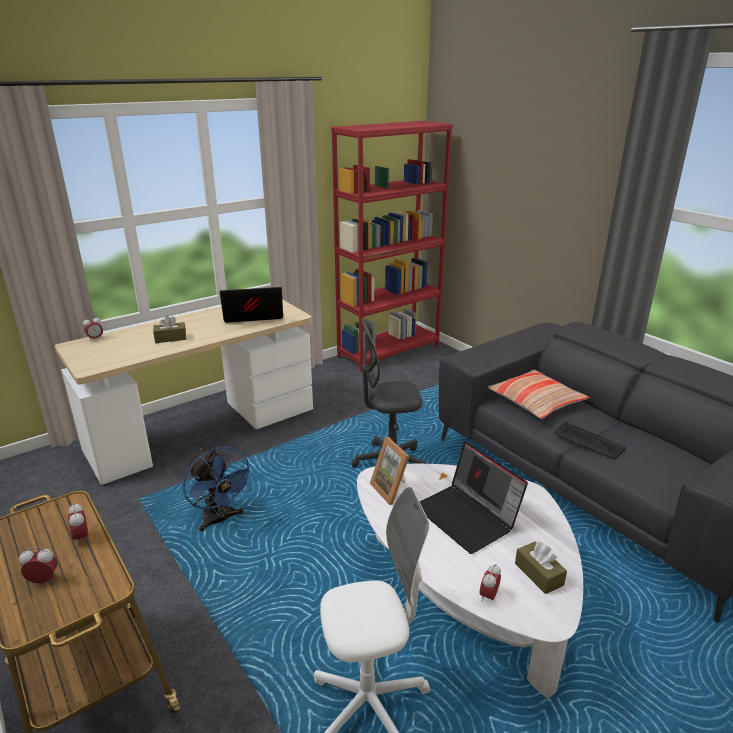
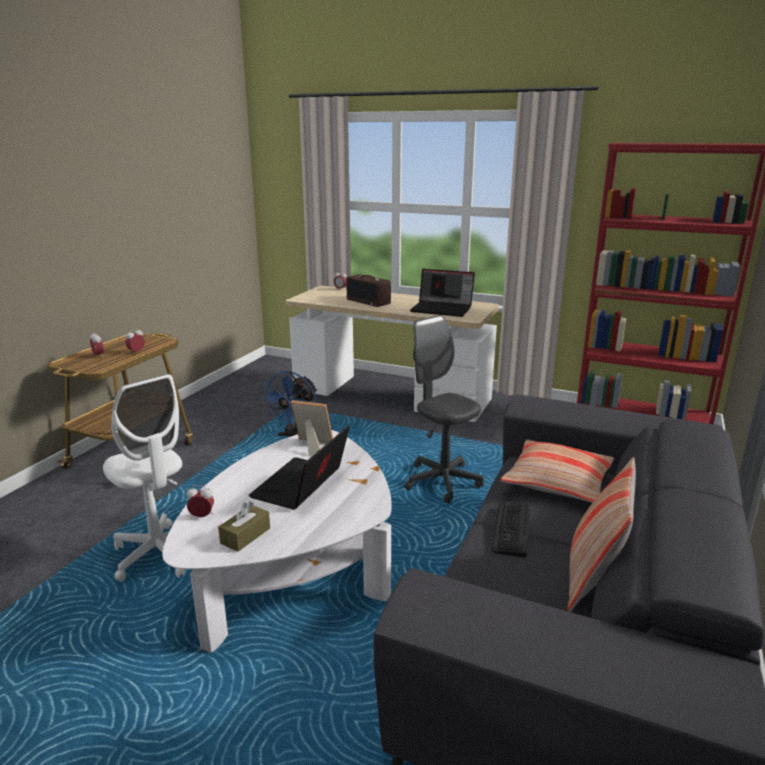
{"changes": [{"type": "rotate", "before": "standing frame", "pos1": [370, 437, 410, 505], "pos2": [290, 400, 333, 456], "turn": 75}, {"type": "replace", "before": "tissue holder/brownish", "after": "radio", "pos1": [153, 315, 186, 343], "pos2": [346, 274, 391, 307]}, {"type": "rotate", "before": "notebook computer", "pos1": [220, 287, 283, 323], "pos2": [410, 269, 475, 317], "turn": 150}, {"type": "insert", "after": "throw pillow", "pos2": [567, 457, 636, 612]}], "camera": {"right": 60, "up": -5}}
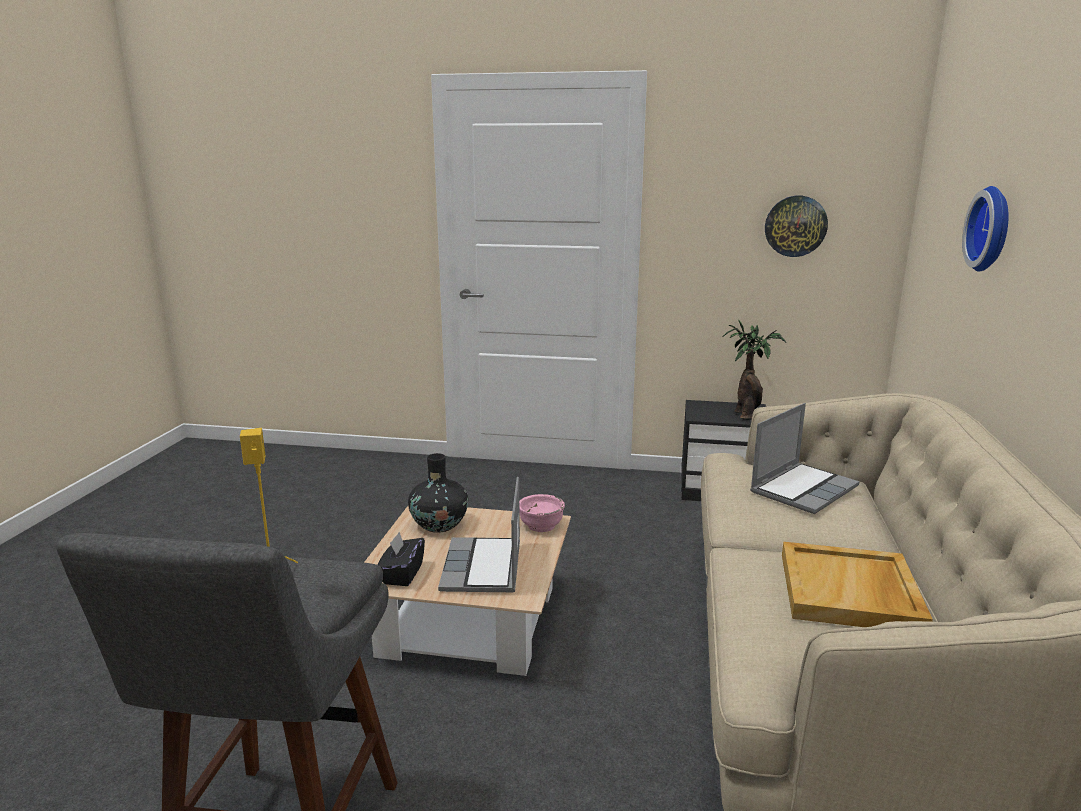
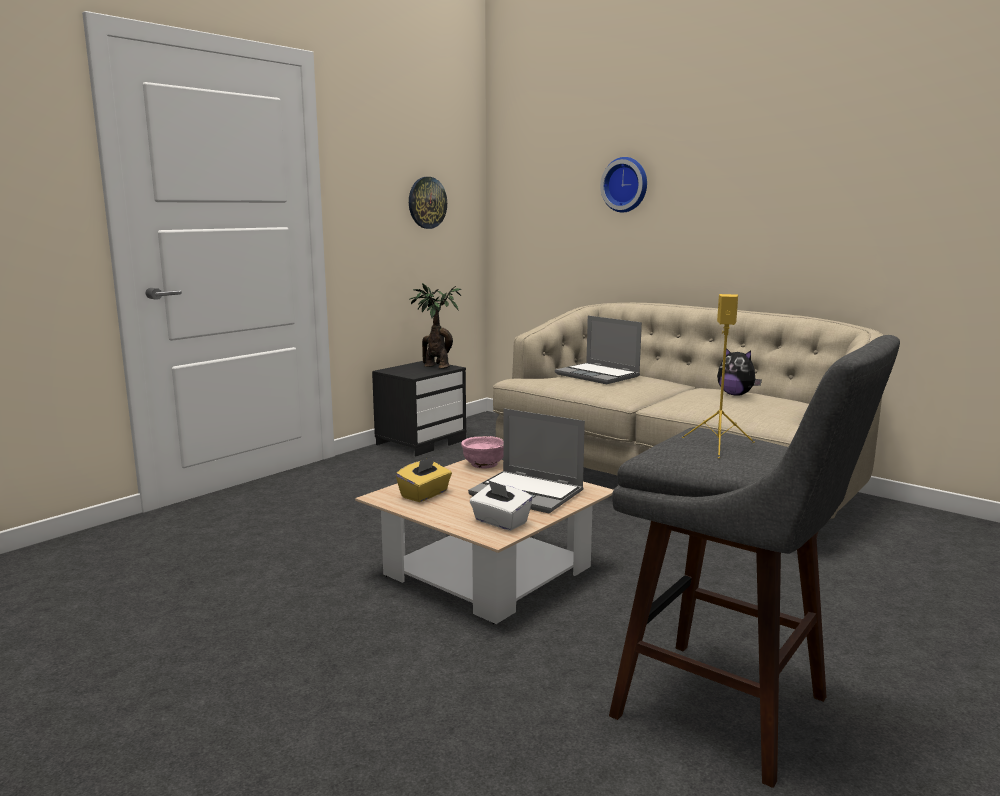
{"changes": [{"type": "replace", "before": "vase/black-coloured", "after": "tissue holder/yellow", "pos1": [408, 453, 468, 533], "pos2": [396, 456, 452, 502]}, {"type": "recolor", "before": "tissue holder/black-coloured", "after": "tissue holder/white-coloured", "pos1": [378, 532, 425, 586], "pos2": [469, 480, 533, 531]}, {"type": "rotate", "before": "notebook computer", "pos1": [750, 403, 859, 514], "pos2": [555, 316, 642, 384], "turn": 150}, {"type": "replace", "before": "carrying tray/sand-coloured", "after": "plush toy", "pos1": [782, 542, 933, 627], "pos2": [717, 348, 762, 396]}], "camera": {"right": -60, "up": -5}}
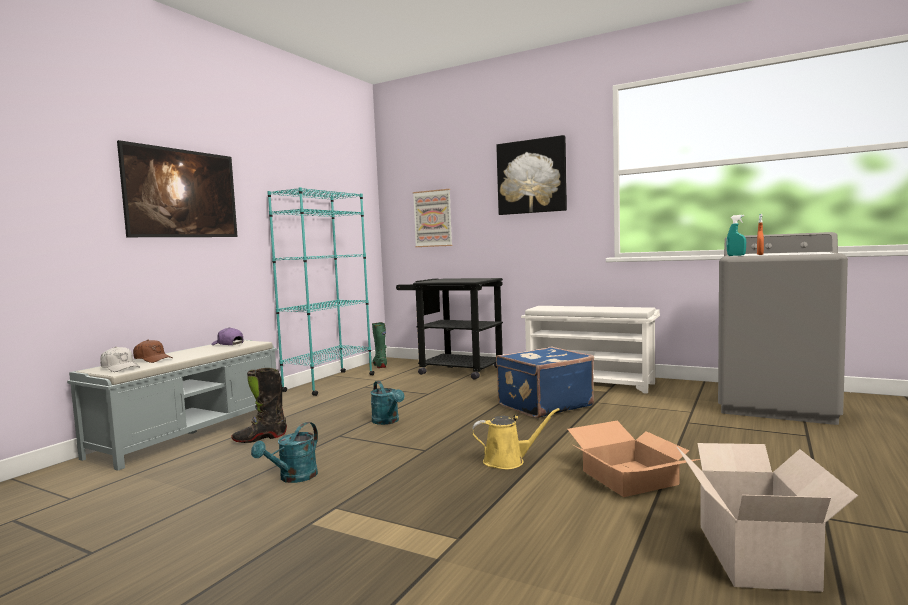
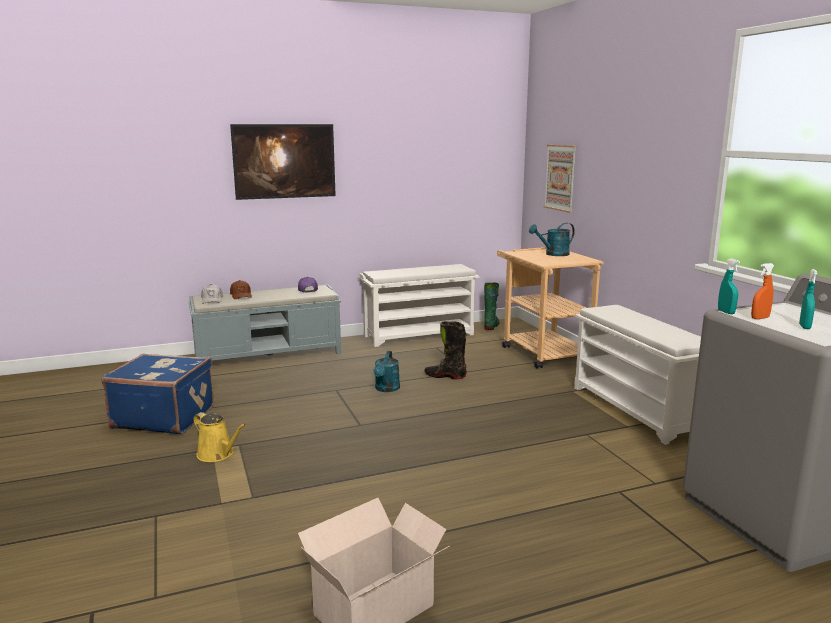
{"changes": [{"type": "move", "before": "piece of luggage/blue-coloured", "pos1": [496, 347, 594, 418], "pos2": [101, 353, 214, 434]}, {"type": "move", "before": "sprinkling can/yellow", "pos1": [472, 408, 560, 469], "pos2": [193, 412, 246, 462]}, {"type": "replace", "before": "bookshelf/turquoise", "after": "shoe stand/white-coloured", "pos1": [267, 187, 375, 396], "pos2": [359, 264, 480, 347]}, {"type": "move", "before": "tall boot/black-coloured", "pos1": [231, 368, 287, 443], "pos2": [424, 321, 467, 380]}, {"type": "recolor", "before": "cart/black-coloured", "after": "cart/sand-coloured", "pos1": [396, 278, 503, 379], "pos2": [497, 247, 604, 368]}, {"type": "move", "before": "sprinkling can/turquoise", "pos1": [251, 422, 318, 483], "pos2": [529, 223, 575, 256]}, {"type": "insert", "after": "spray bottle/turquoise", "pos2": [799, 269, 818, 329]}, {"type": "delete", "before": "wall art", "pos1": [496, 135, 567, 215]}, {"type": "delete", "before": "cardboard box", "pos1": [567, 421, 700, 497]}], "camera": {"right": 40, "up": 10}}
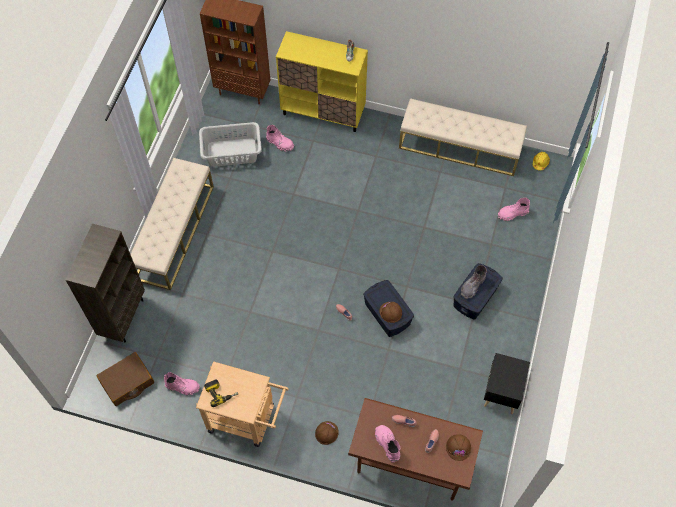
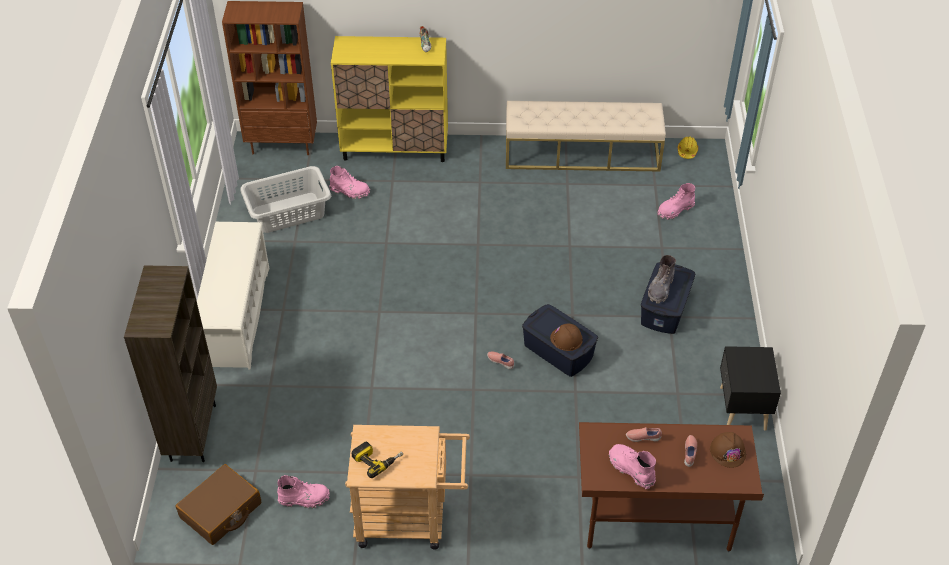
{"changes": [{"type": "replace", "before": "indoor bench/sand-coloured", "after": "shoe stand/white-coloured", "pos1": [130, 158, 214, 290], "pos2": [197, 222, 269, 370]}, {"type": "delete", "before": "safety helmet/brownish", "pos1": [315, 421, 339, 445]}], "camera": {"right": -15, "up": -15}}
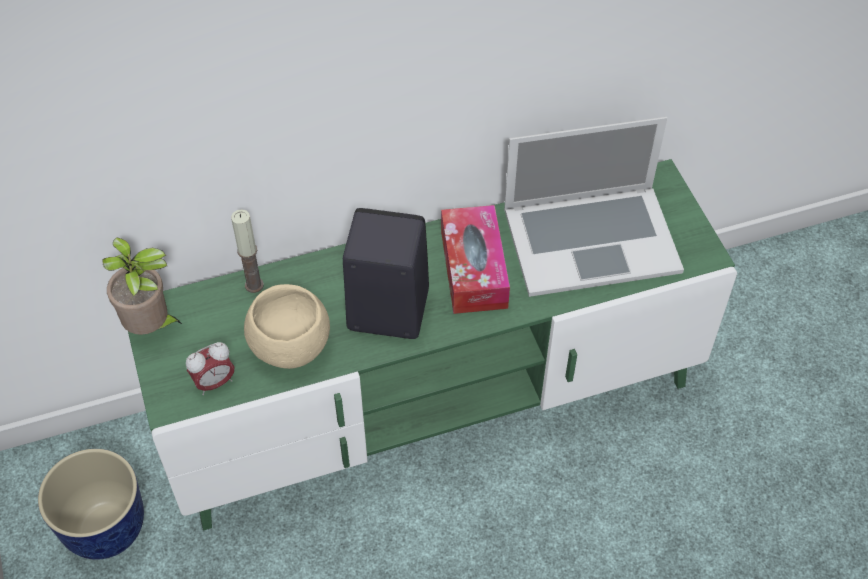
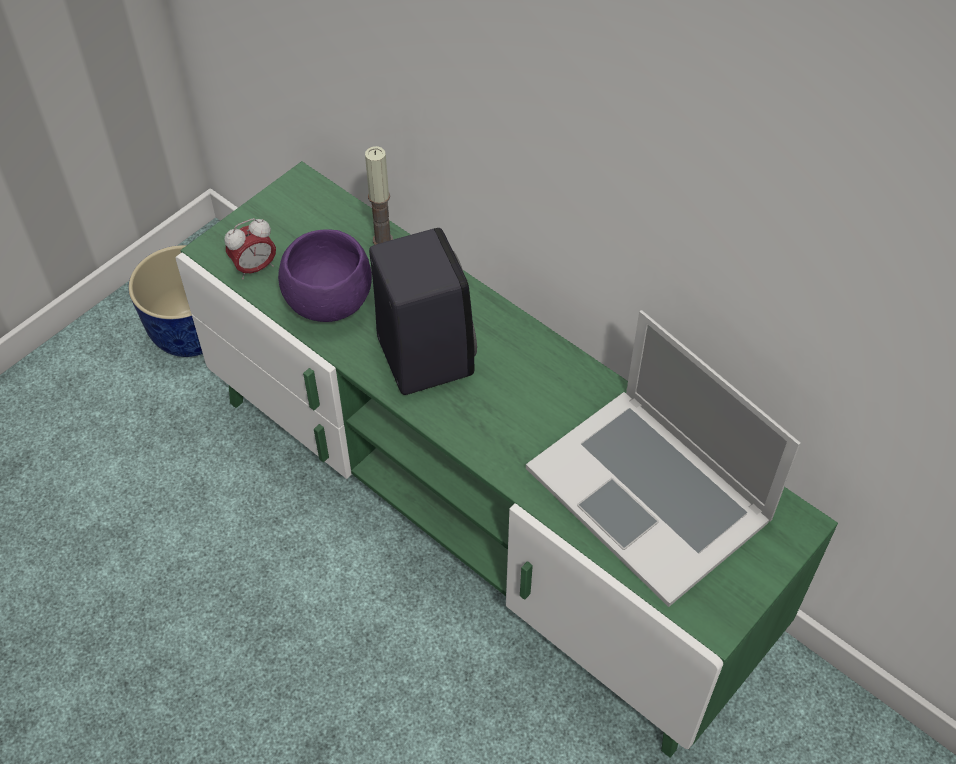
{"changes": [{"type": "rotate", "before": "alarm clock", "pos1": [186, 342, 234, 395], "pos2": [224, 218, 276, 280], "turn": -60}, {"type": "recolor", "before": "serving bowl/sand-coloured", "after": "serving bowl/purple-coloured", "pos1": [244, 284, 330, 369], "pos2": [278, 229, 372, 322]}, {"type": "delete", "before": "potted plant", "pos1": [102, 237, 183, 335]}, {"type": "delete", "before": "tissue holder", "pos1": [441, 205, 510, 314]}], "camera": {"right": 60, "up": 0}}
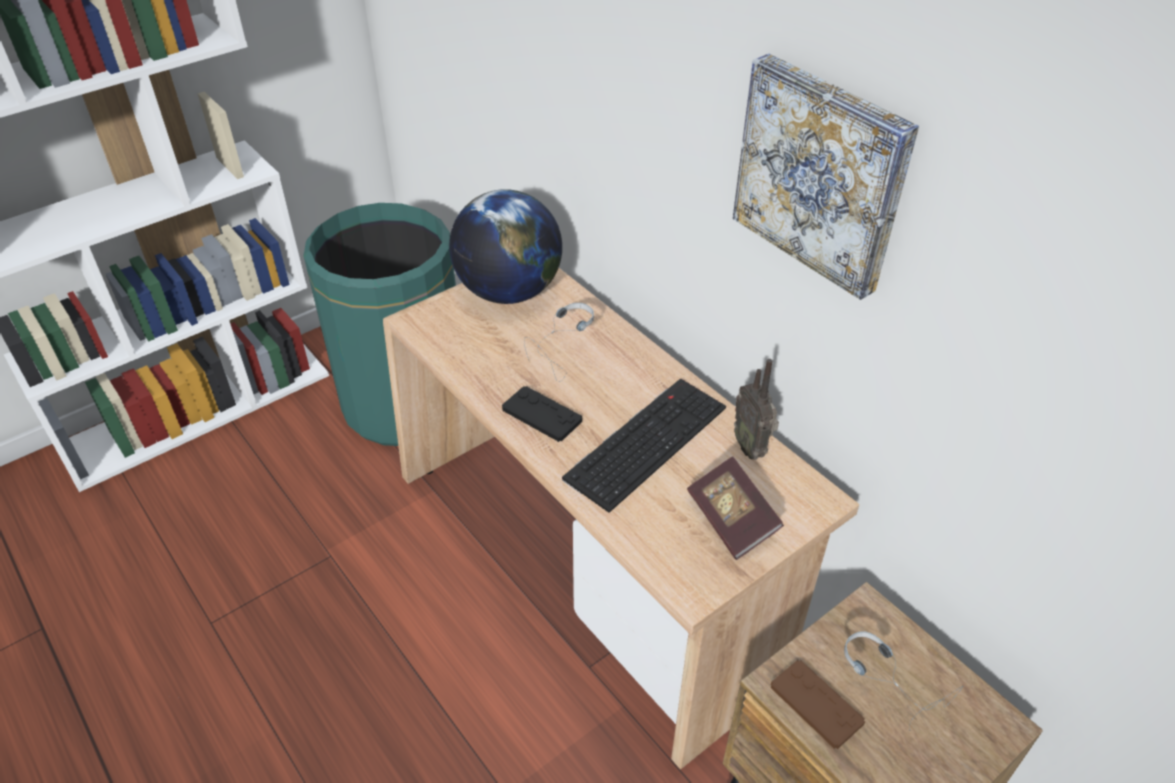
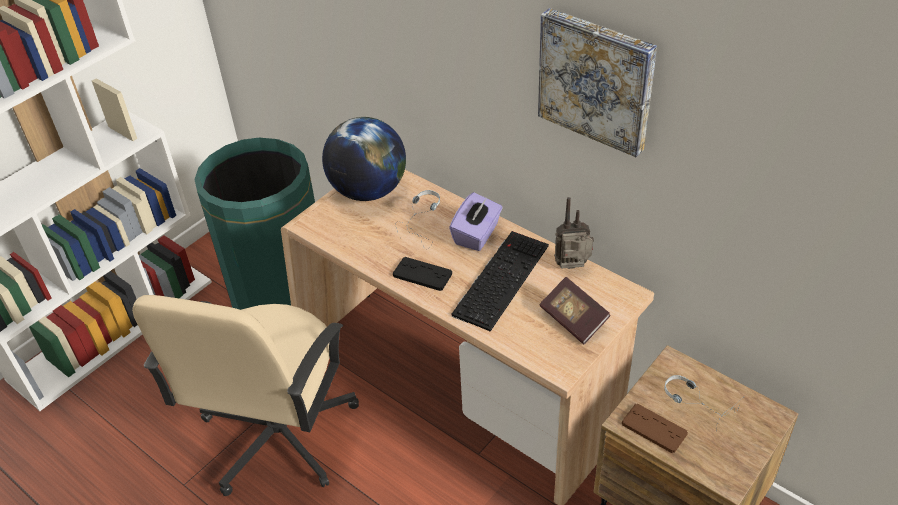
{"changes": [{"type": "insert", "after": "office chair/sand-coloured", "pos2": [132, 295, 359, 496]}, {"type": "insert", "after": "tissue holder/purple-coloured", "pos2": [449, 192, 503, 251]}, {"type": "rotate", "before": "radio", "pos1": [734, 359, 779, 459], "pos2": [554, 197, 594, 269], "turn": 120}], "camera": {"right": -10, "up": 0}}
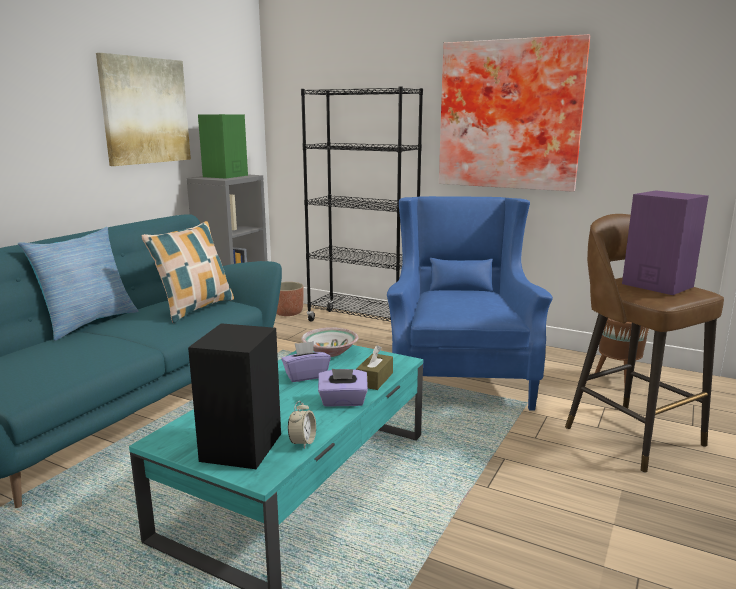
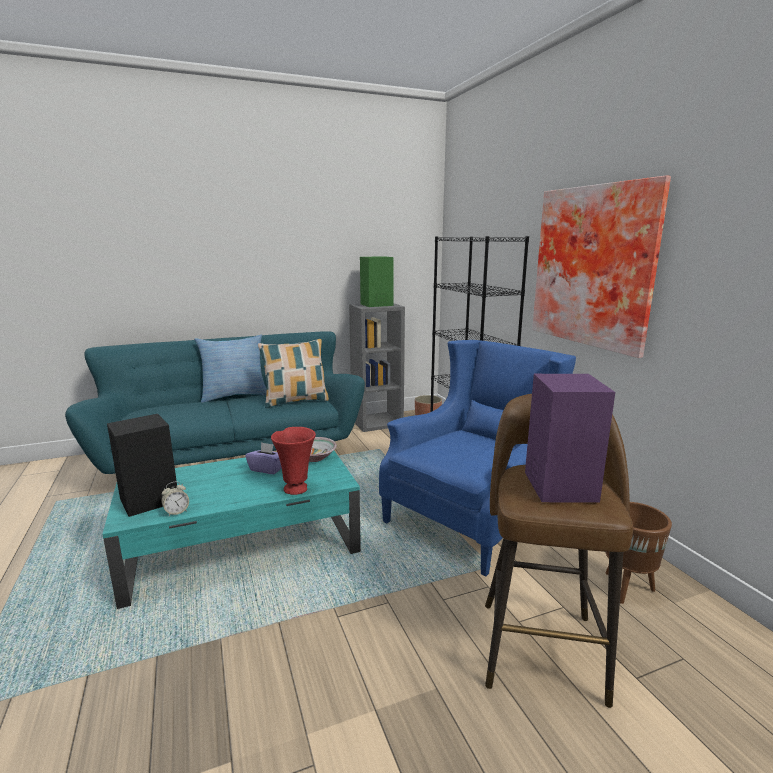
{"changes": [{"type": "replace", "before": "tissue holder/brownish", "after": "vase/red", "pos1": [356, 345, 393, 390], "pos2": [271, 427, 316, 495]}, {"type": "delete", "before": "wall art", "pos1": [96, 53, 191, 166]}, {"type": "delete", "before": "tissue holder/purple-coloured", "pos1": [318, 369, 368, 407]}], "camera": {"right": 40, "up": 0}}
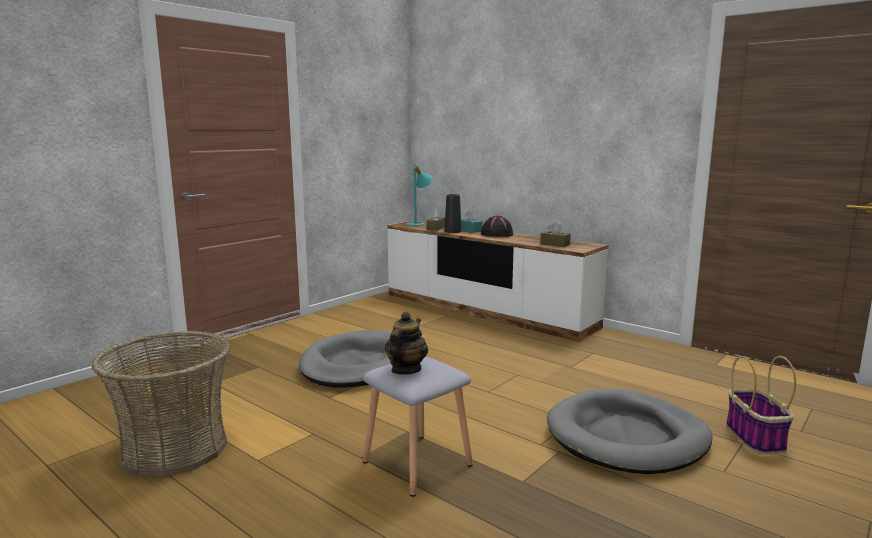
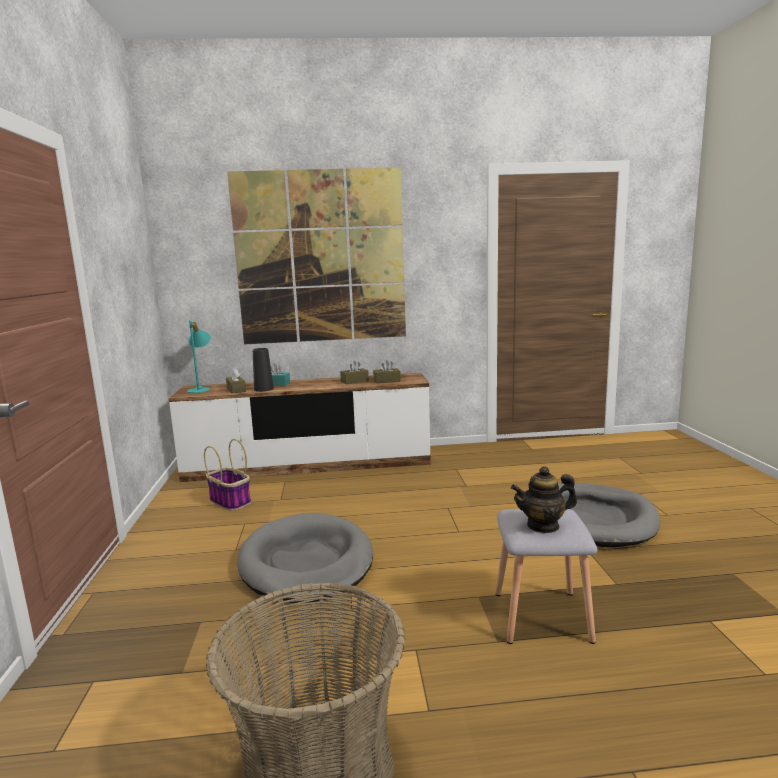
{"changes": [{"type": "move", "before": "storage basket", "pos1": [726, 356, 796, 454], "pos2": [204, 439, 251, 511]}, {"type": "insert", "after": "wall art", "pos2": [227, 167, 406, 344]}, {"type": "insert", "after": "tissue holder/brownish", "pos2": [340, 361, 369, 384]}, {"type": "rotate", "before": "tea pot", "pos1": [385, 312, 428, 375], "pos2": [511, 466, 577, 533], "turn": -75}, {"type": "delete", "before": "clothing hat/black-coloured", "pos1": [481, 216, 513, 237]}], "camera": {"right": -45, "up": 0}}
